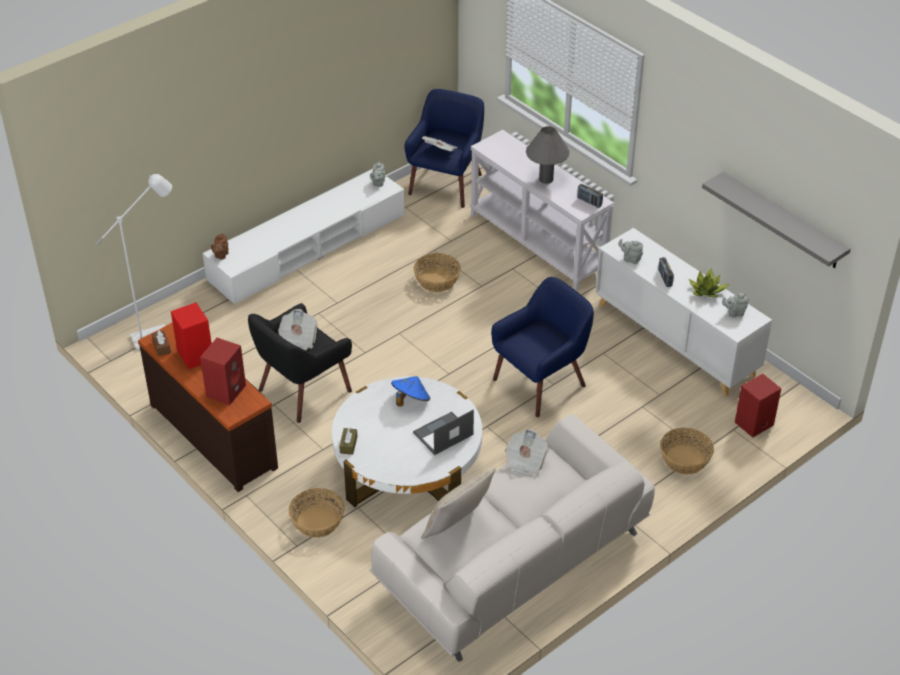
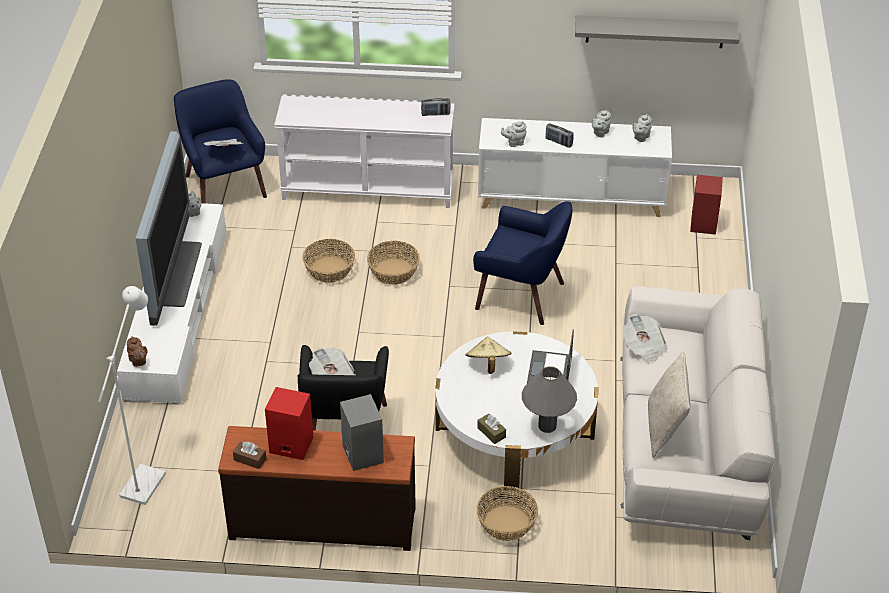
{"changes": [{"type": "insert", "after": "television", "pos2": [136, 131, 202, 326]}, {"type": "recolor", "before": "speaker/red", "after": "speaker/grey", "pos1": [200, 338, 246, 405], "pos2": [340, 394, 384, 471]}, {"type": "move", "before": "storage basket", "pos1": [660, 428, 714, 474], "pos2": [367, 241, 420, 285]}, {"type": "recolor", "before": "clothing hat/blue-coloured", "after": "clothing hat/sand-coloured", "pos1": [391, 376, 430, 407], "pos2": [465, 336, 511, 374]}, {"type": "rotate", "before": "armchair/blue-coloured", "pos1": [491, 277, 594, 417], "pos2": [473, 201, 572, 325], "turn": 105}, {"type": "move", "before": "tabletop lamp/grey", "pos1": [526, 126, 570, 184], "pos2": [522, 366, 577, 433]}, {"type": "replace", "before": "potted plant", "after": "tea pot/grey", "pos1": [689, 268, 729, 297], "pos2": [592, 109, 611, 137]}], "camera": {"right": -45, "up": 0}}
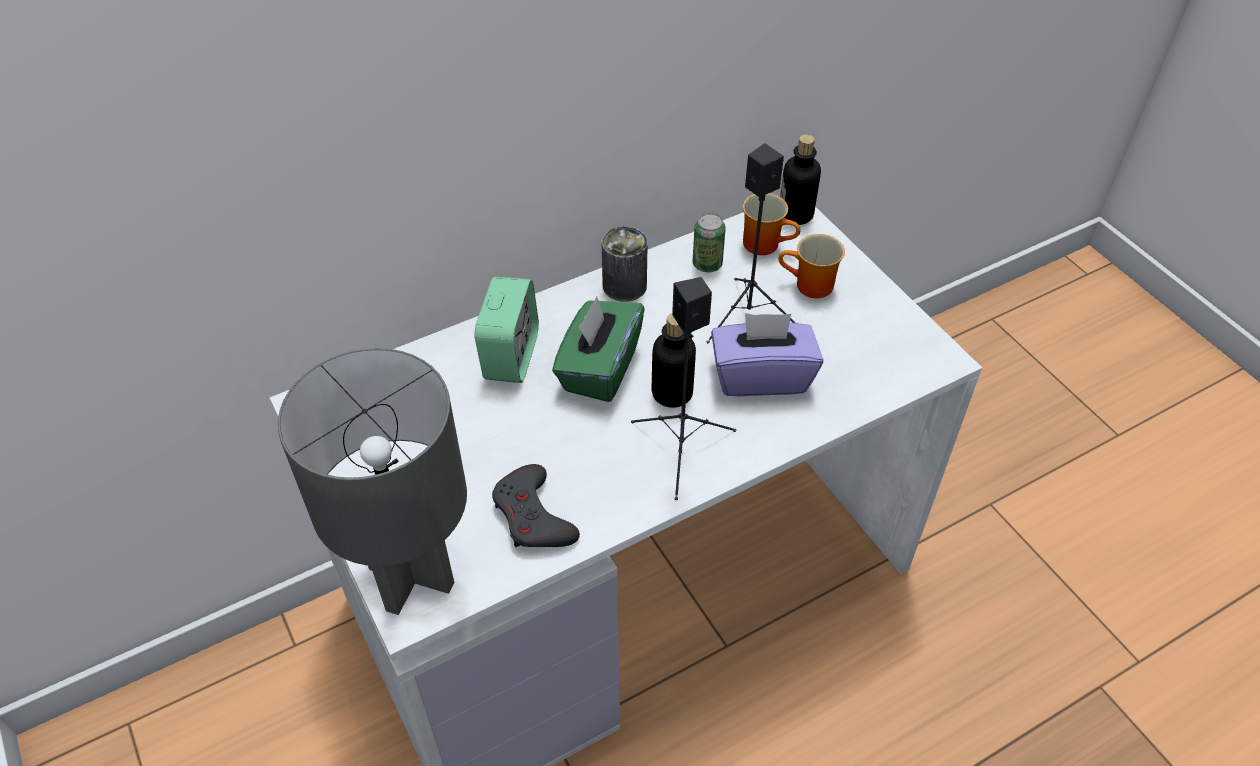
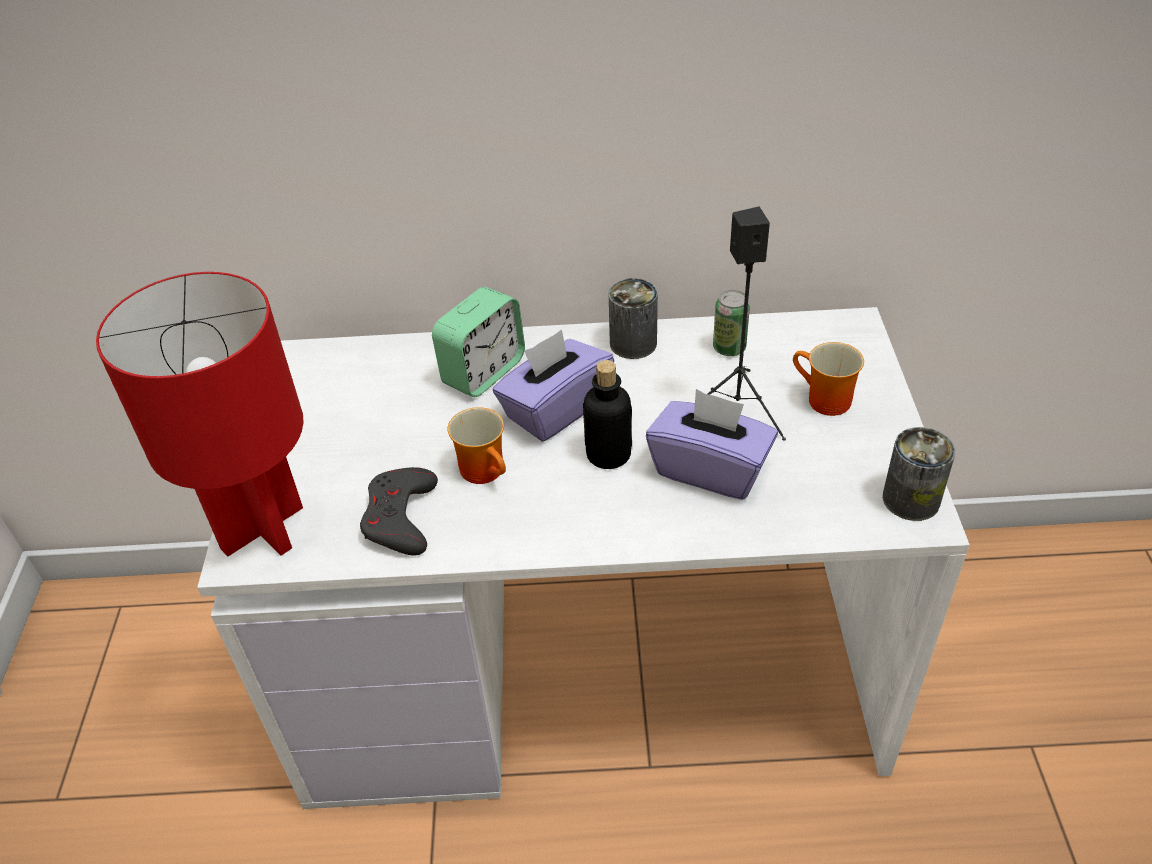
{"changes": [{"type": "recolor", "before": "tabletop lamp/grey", "after": "tabletop lamp/red", "pos1": [278, 348, 467, 615], "pos2": [96, 272, 304, 556]}, {"type": "move", "before": "tea mug", "pos1": [743, 193, 801, 255], "pos2": [448, 407, 506, 484]}, {"type": "recolor", "before": "tissue holder/green", "after": "tissue holder/purple-coloured", "pos1": [552, 296, 645, 402], "pos2": [493, 329, 614, 442]}, {"type": "insert", "after": "can", "pos2": [883, 427, 955, 521]}, {"type": "delete", "before": "speaker/black-coloured", "pos1": [631, 277, 737, 500]}, {"type": "delete", "before": "beverage bottle", "pos1": [780, 134, 821, 225]}], "camera": {"right": 30, "up": -5}}
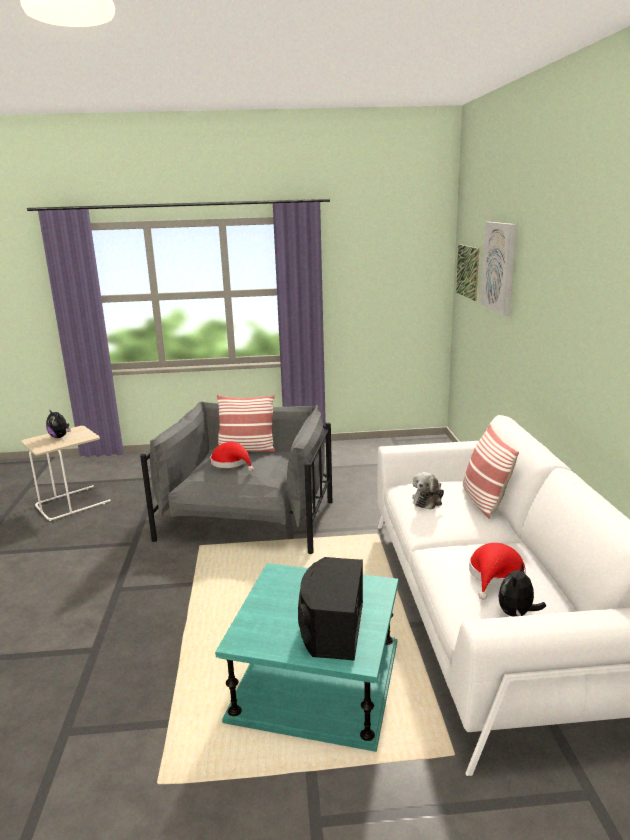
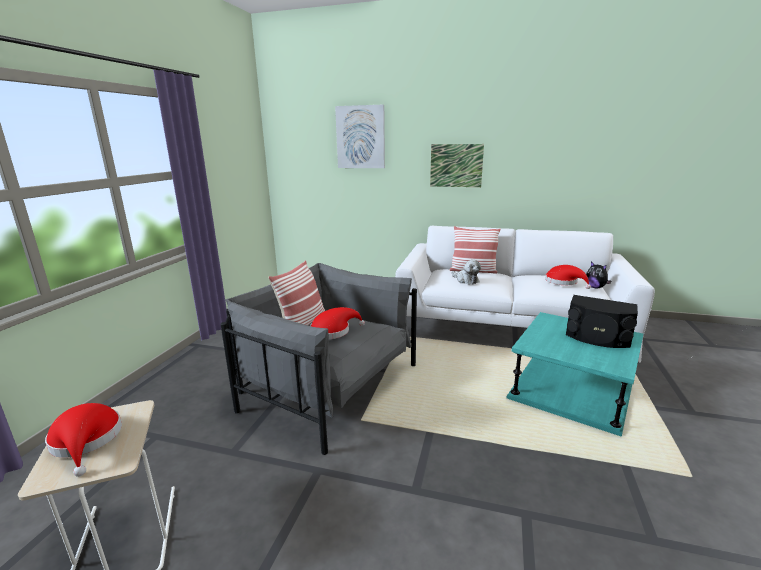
{"changes": [{"type": "replace", "before": "plush toy", "after": "clothing hat/red", "pos1": [46, 409, 71, 438], "pos2": [45, 403, 122, 477]}, {"type": "move", "before": "wall art", "pos1": [456, 244, 479, 301], "pos2": [430, 144, 484, 187]}], "camera": {"right": -70, "up": 0}}
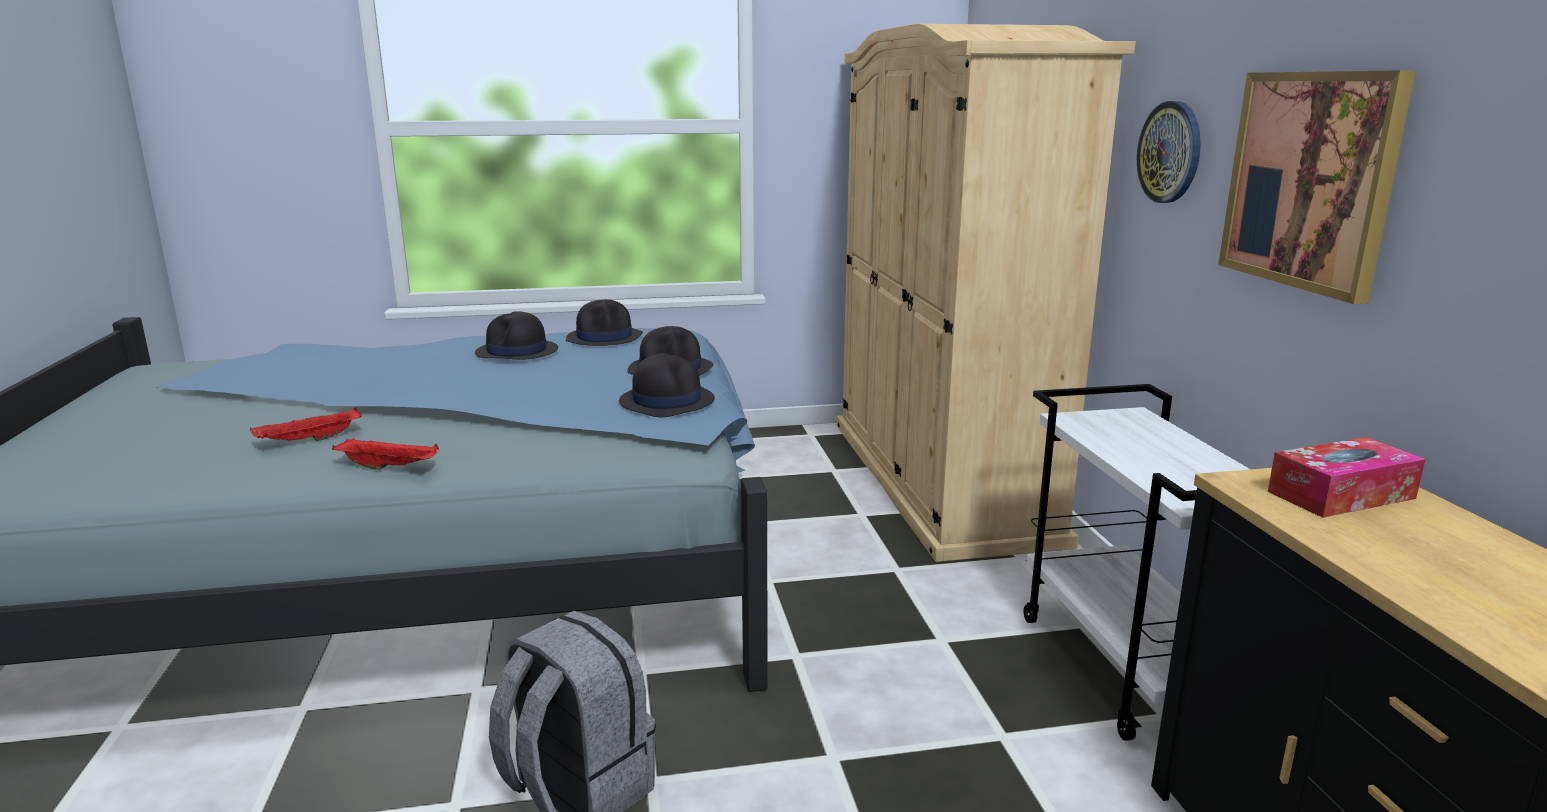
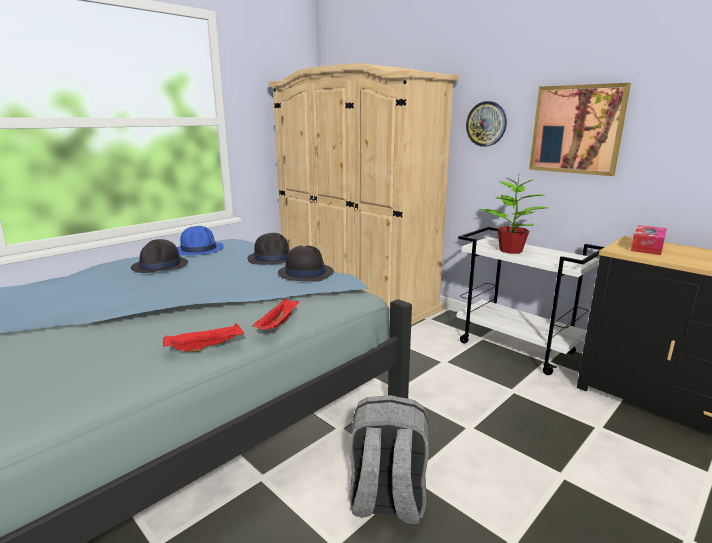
{"changes": [{"type": "recolor", "before": "clothing hat/black-coloured", "after": "clothing hat/blue-coloured", "pos1": [566, 299, 643, 346], "pos2": [177, 226, 223, 255]}, {"type": "move", "before": "carrying tray/red", "pos1": [250, 407, 362, 441], "pos2": [252, 298, 299, 329]}, {"type": "insert", "after": "potted plant", "pos2": [479, 173, 548, 254]}], "camera": {"right": -35, "up": 0}}
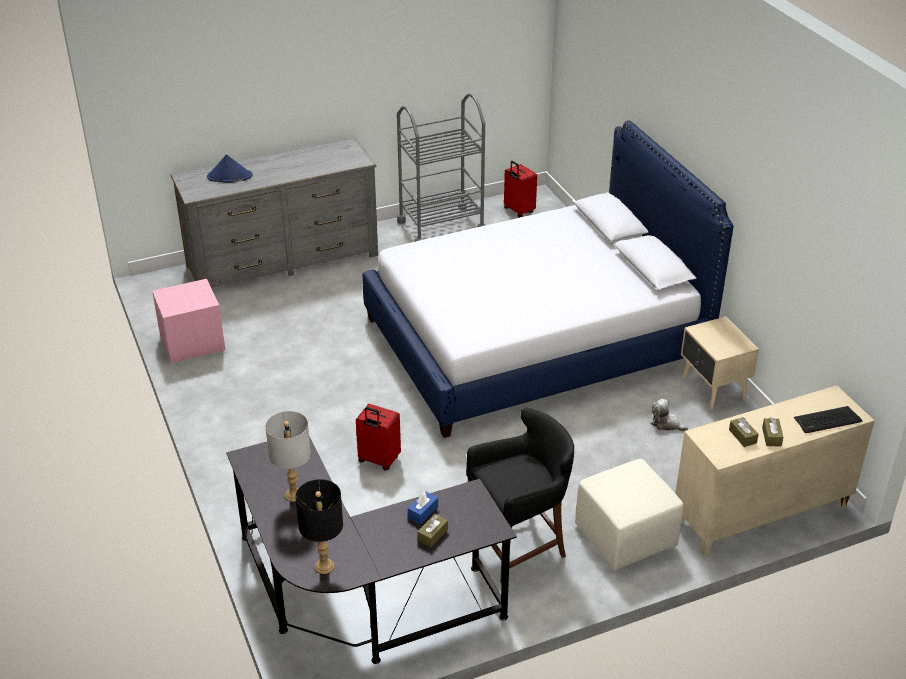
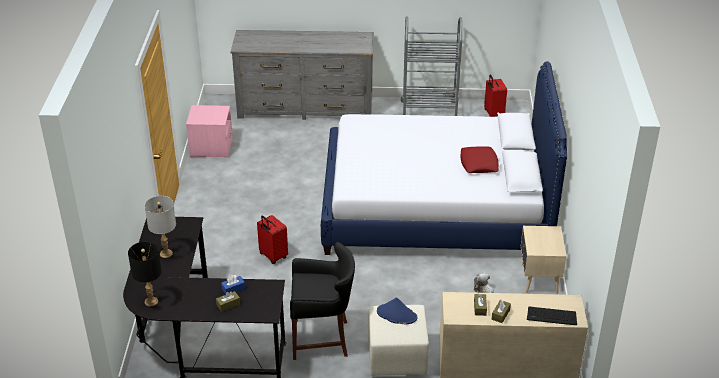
{"changes": [{"type": "move", "before": "clothing hat/blue-coloured", "pos1": [207, 154, 253, 183], "pos2": [377, 297, 418, 324]}, {"type": "insert", "after": "throw pillow/red", "pos2": [461, 146, 498, 173]}], "camera": {"right": 25, "up": 0}}
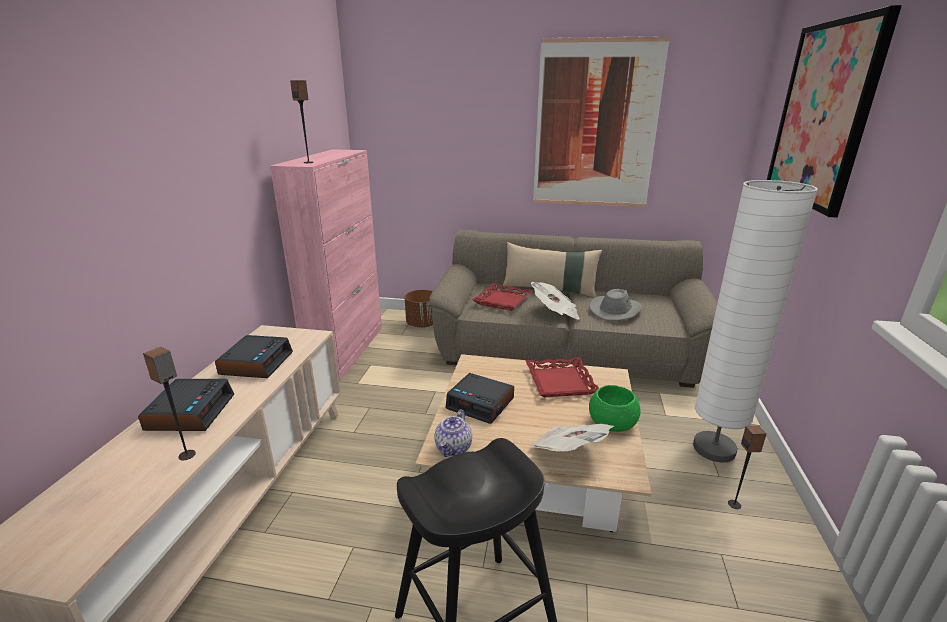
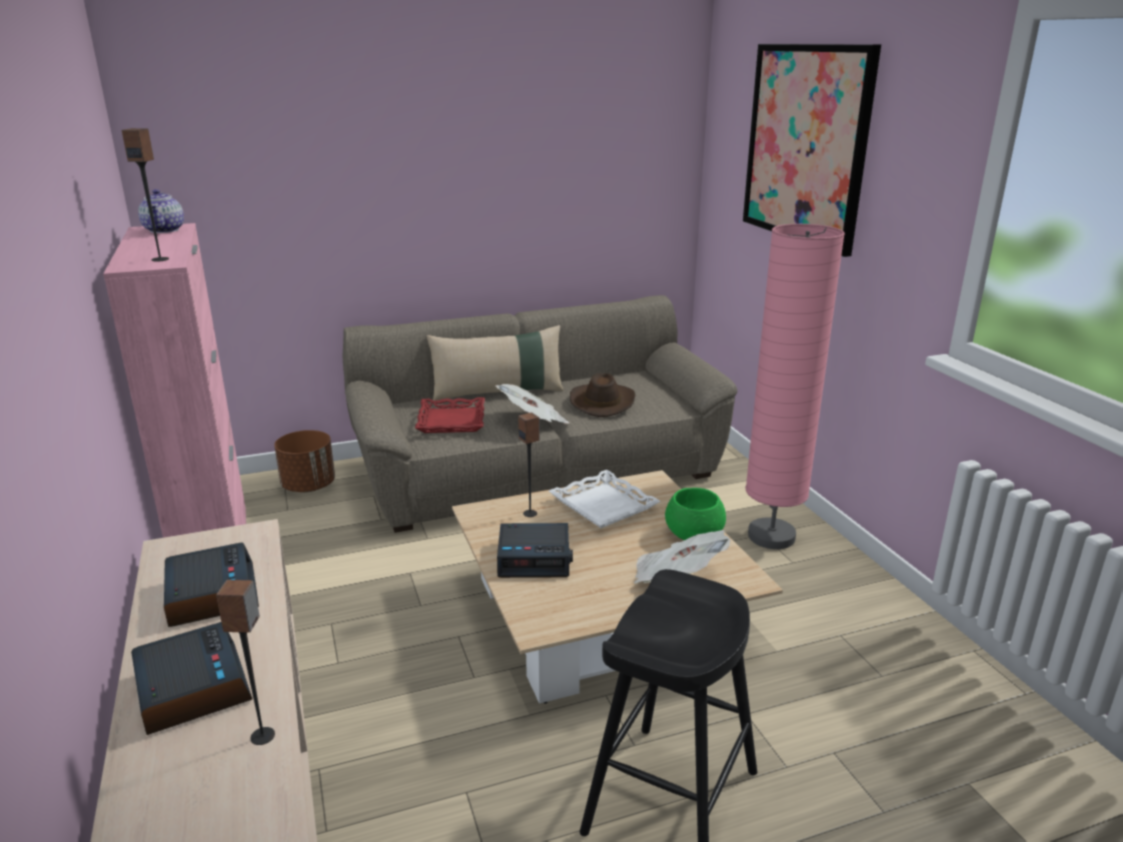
{"changes": [{"type": "move", "before": "tea pot", "pos1": [435, 409, 472, 457], "pos2": [138, 189, 184, 233]}, {"type": "move", "before": "speaker", "pos1": [728, 425, 767, 509], "pos2": [518, 413, 540, 517]}, {"type": "recolor", "before": "carrying tray/red", "after": "carrying tray/white-coloured", "pos1": [526, 357, 599, 397], "pos2": [549, 470, 661, 528]}, {"type": "recolor", "before": "clothing hat/grey", "after": "clothing hat/brownish", "pos1": [589, 289, 643, 321], "pos2": [570, 373, 635, 417]}, {"type": "recolor", "before": "standing lamp/white-coloured", "after": "standing lamp/pink-coloured", "pos1": [693, 180, 818, 462], "pos2": [746, 224, 845, 549]}, {"type": "delete", "before": "wall art", "pos1": [533, 36, 670, 207]}], "camera": {"right": -30, "up": 0}}
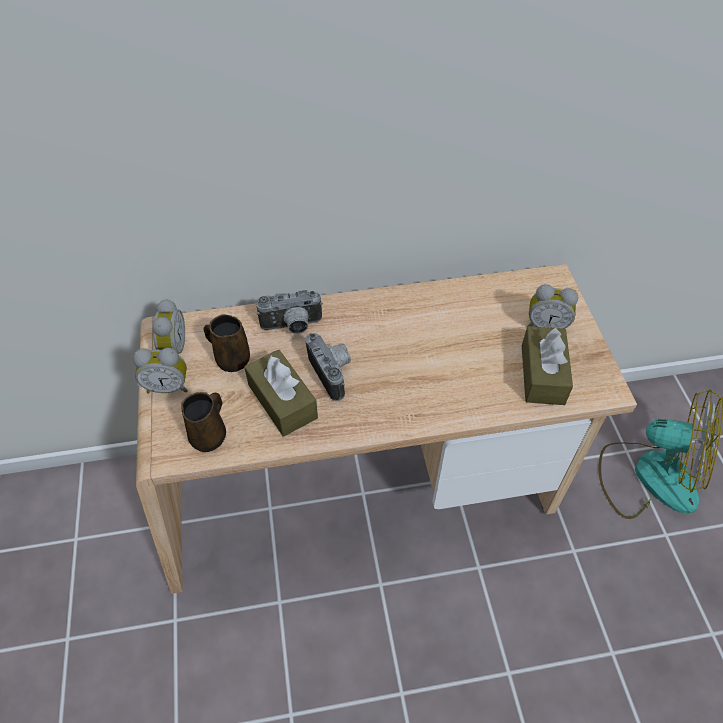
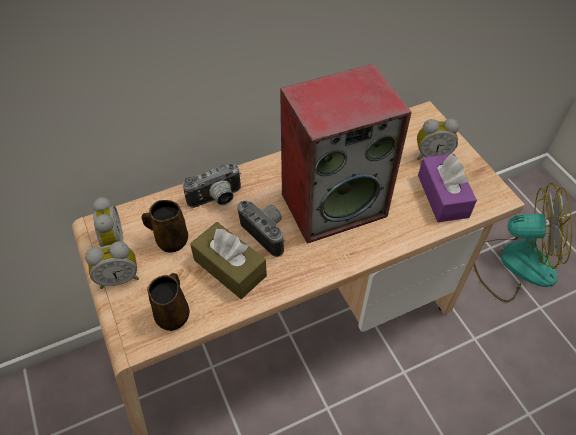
{"changes": [{"type": "insert", "after": "speaker", "pos2": [280, 64, 412, 244]}, {"type": "recolor", "before": "tissue holder/brownish", "after": "tissue holder/purple-coloured", "pos1": [522, 326, 573, 405], "pos2": [418, 154, 477, 222]}], "camera": {"right": -15, "up": 0}}
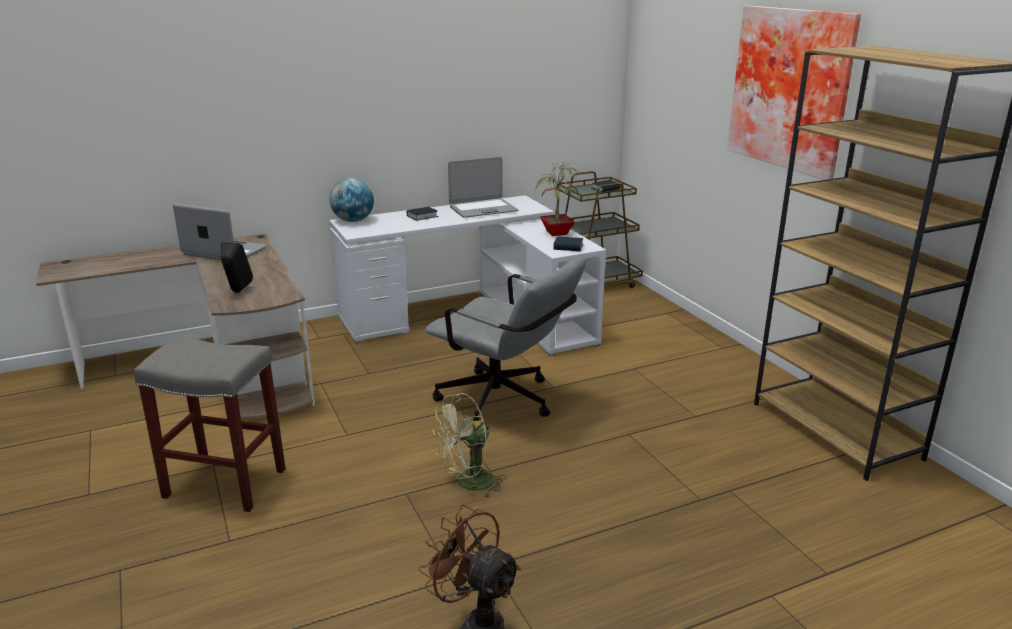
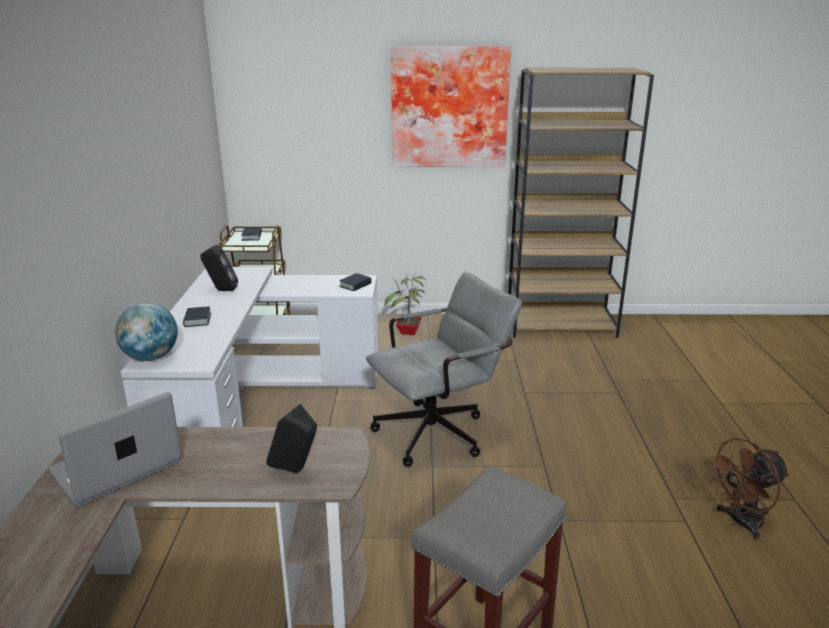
{"changes": [{"type": "replace", "before": "notebook computer", "after": "speaker/black-coloured", "pos1": [448, 157, 518, 218], "pos2": [200, 245, 238, 291]}, {"type": "move", "before": "potted plant", "pos1": [535, 162, 579, 236], "pos2": [384, 274, 427, 335]}, {"type": "delete", "before": "electric fan/green", "pos1": [433, 393, 506, 498]}], "camera": {"right": -65, "up": 0}}
